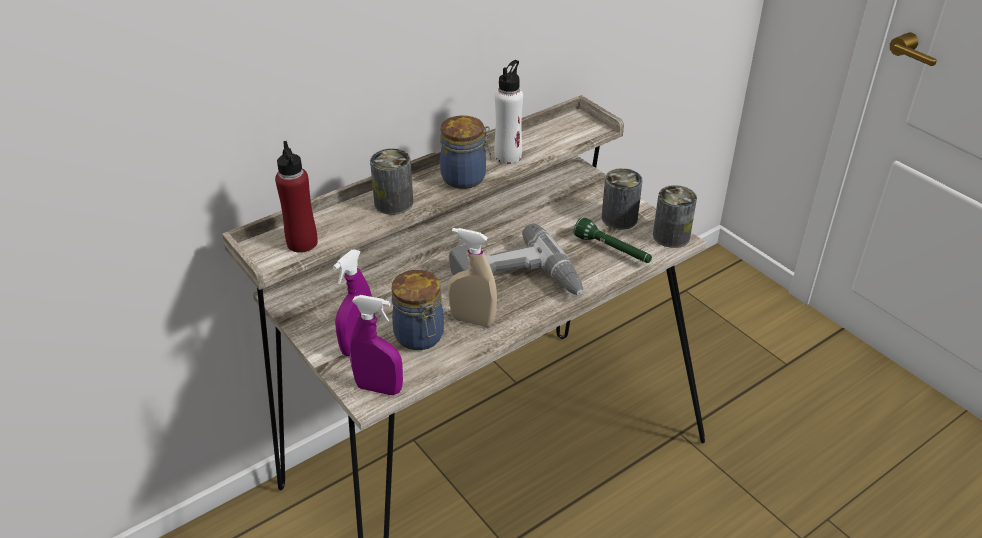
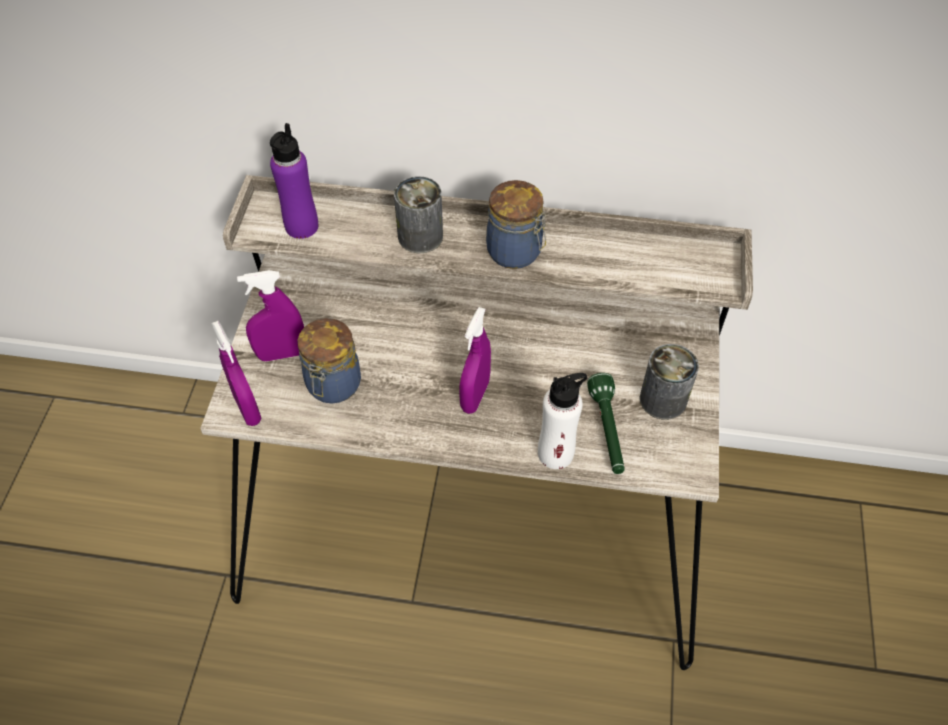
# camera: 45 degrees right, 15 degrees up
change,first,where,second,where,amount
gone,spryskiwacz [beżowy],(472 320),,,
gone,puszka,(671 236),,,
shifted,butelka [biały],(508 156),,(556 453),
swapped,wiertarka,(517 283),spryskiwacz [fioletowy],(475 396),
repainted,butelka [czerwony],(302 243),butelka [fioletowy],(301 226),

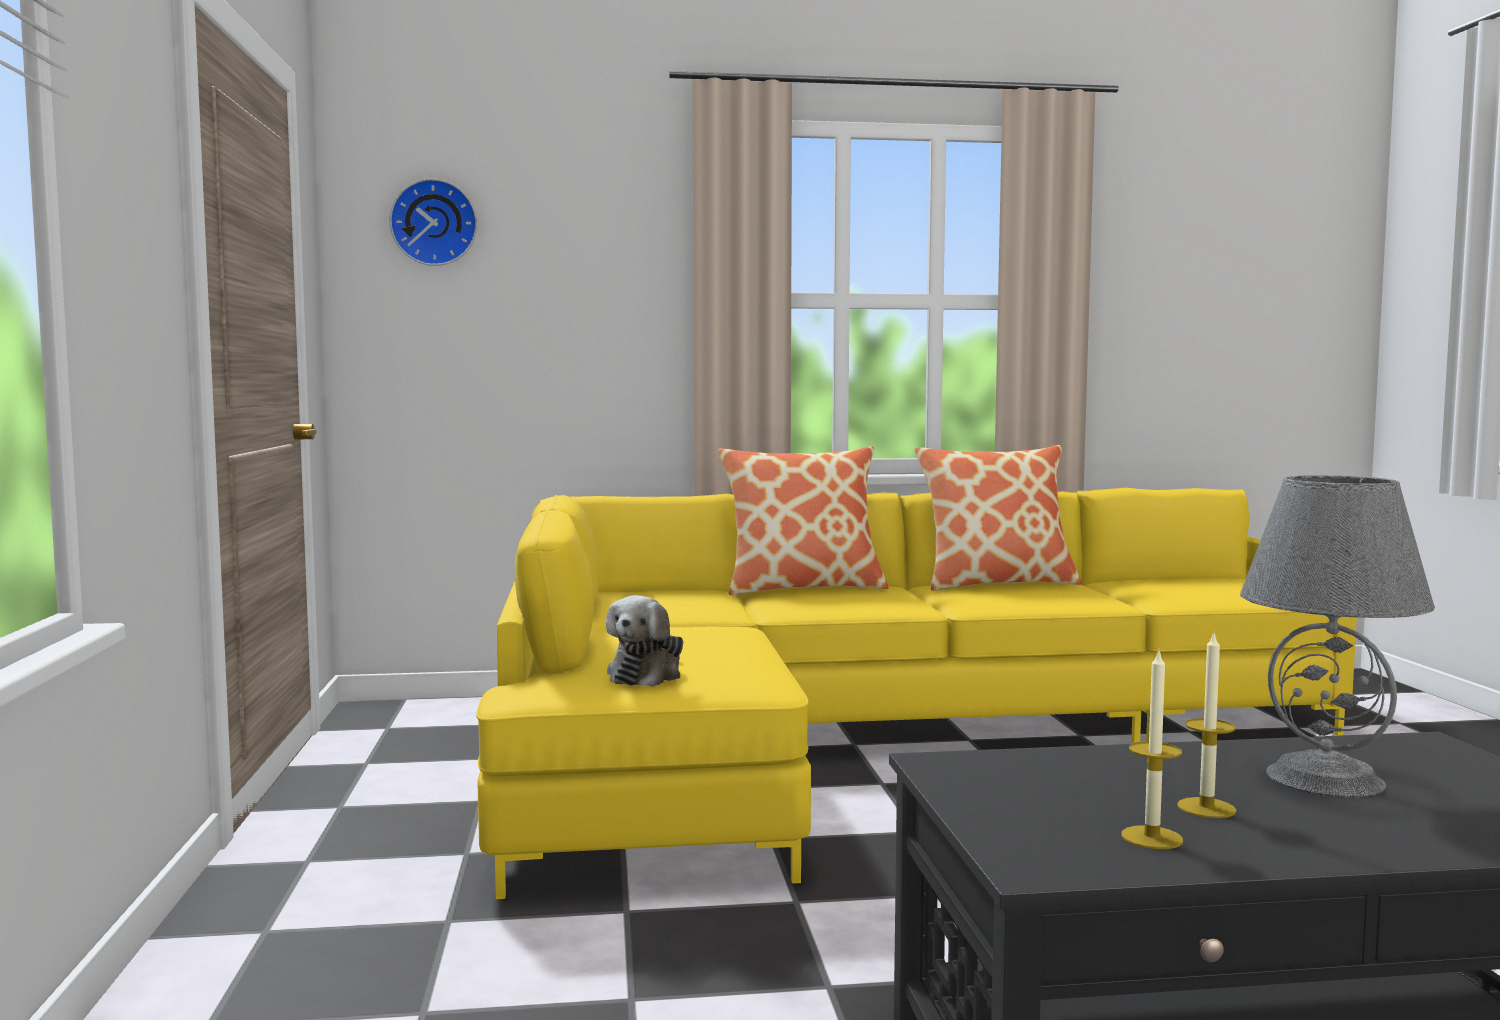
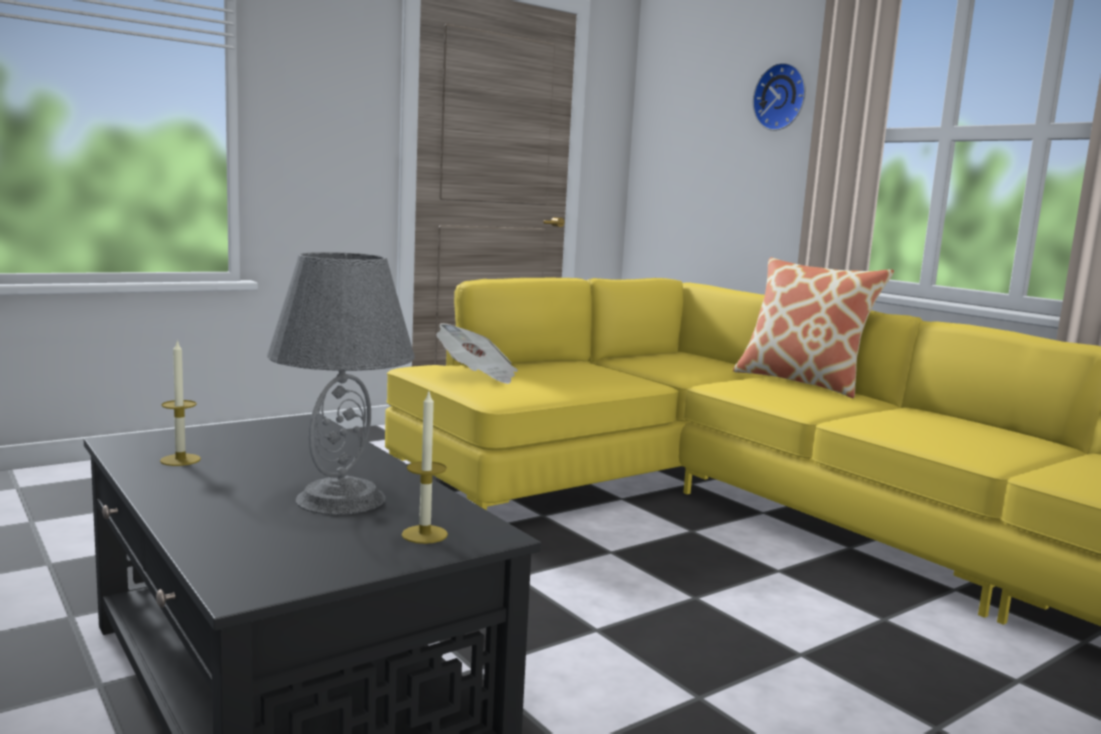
# camera: 60 degrees right, 5 degrees up
change,first,where,second,where,amount
gone,poduszka,(996 583),,,
shifted,zegar ścienny,(434 223),,(782 97),
shifted,świeca,(1206 808),,(424 534),
swapped,pluszak,(647 674),gazeta,(477 376),

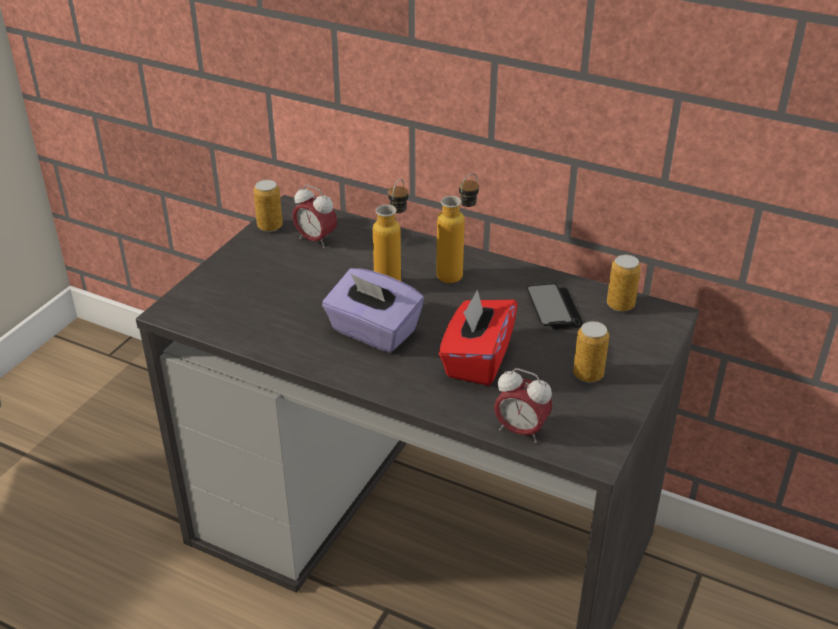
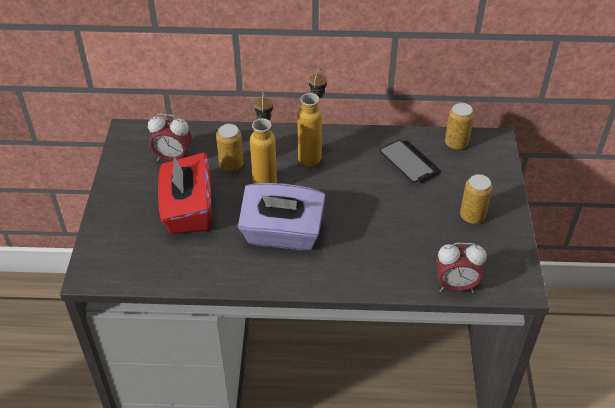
# camera: 25 degrees left, 10 degrees up
change,first,where,second,where,amount
shifted,puszka,(270 226),,(231 164),
shifted,pudełko chusteczek [czerwony],(477 360),,(188 210),

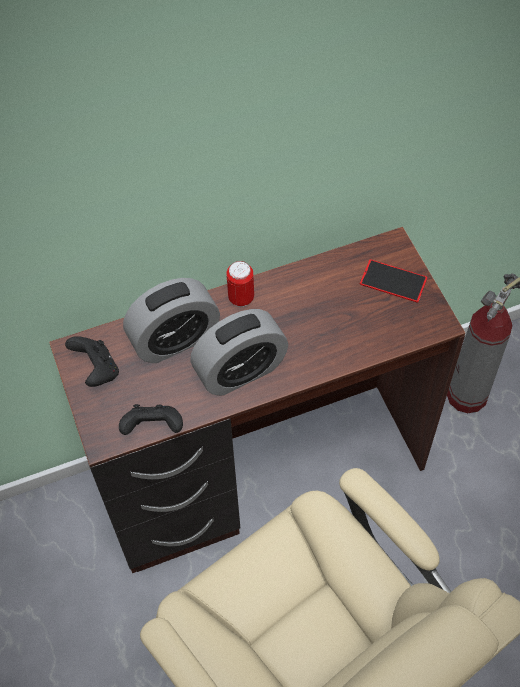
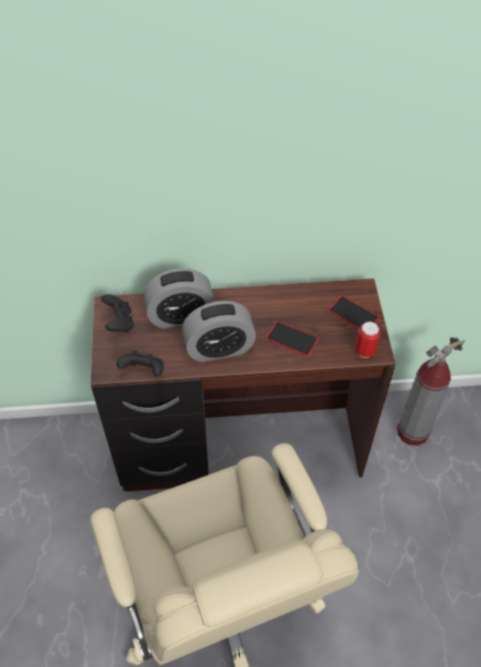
# camera: 15 degrees right, 5 degrees down
change,first,where,second,where,amount
new,,,telefon,(292 338),
shifted,puszka,(241 298),,(365 351),

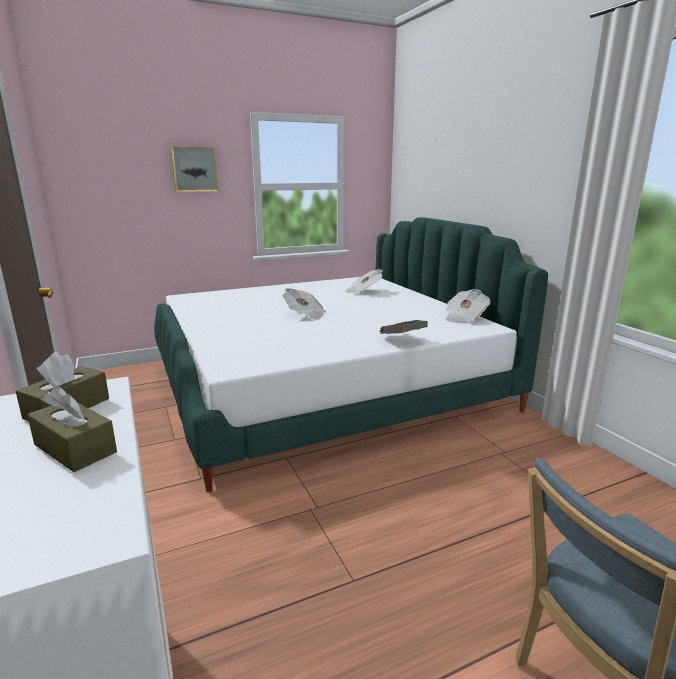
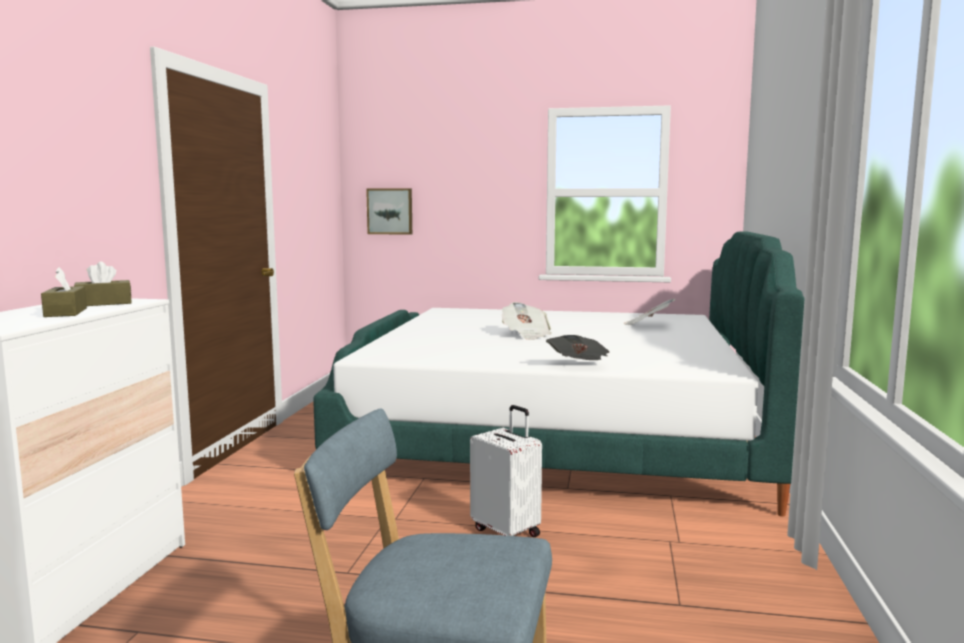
# camera: 35 degrees right, 10 degrees down
change,first,where,second,where,amount
gone,gazeta,(464 318),,,
new,,,walizka [biały],(507 531),
shifted,obraz,(194 169),,(390 211),

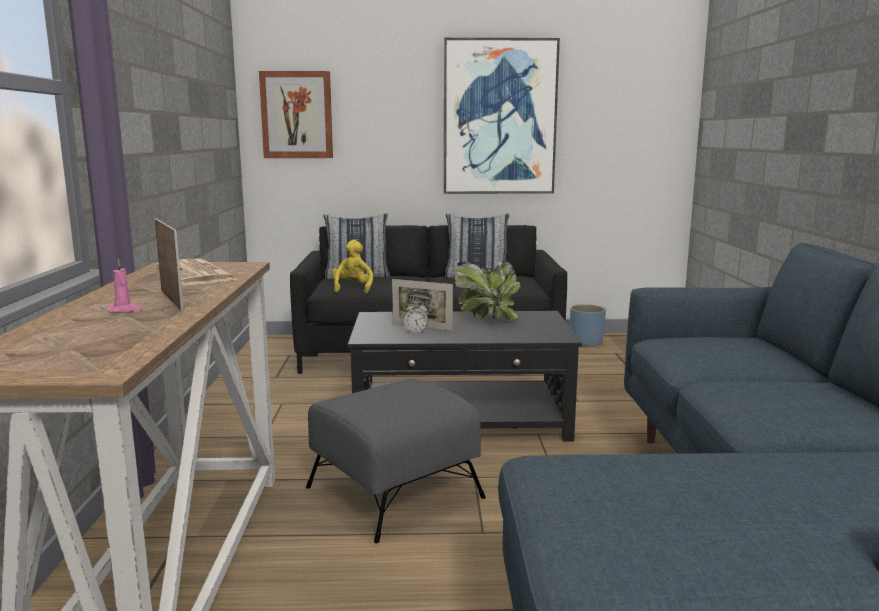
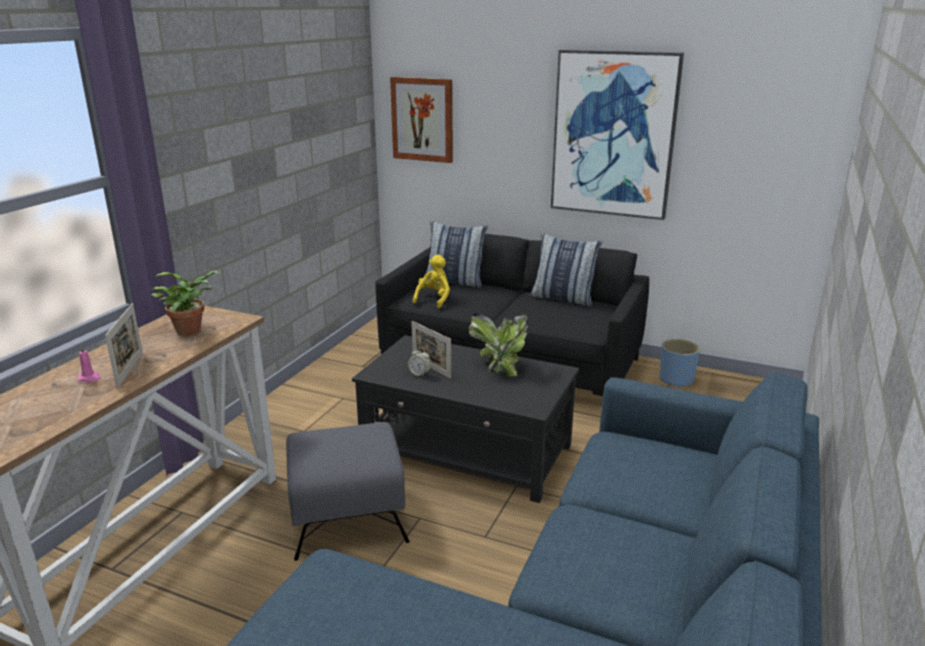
# camera: 25 degrees right, 10 degrees up
change,first,where,second,where,amount
swapped,gazeta,(197 274),roślina doniczkowa,(192 330),

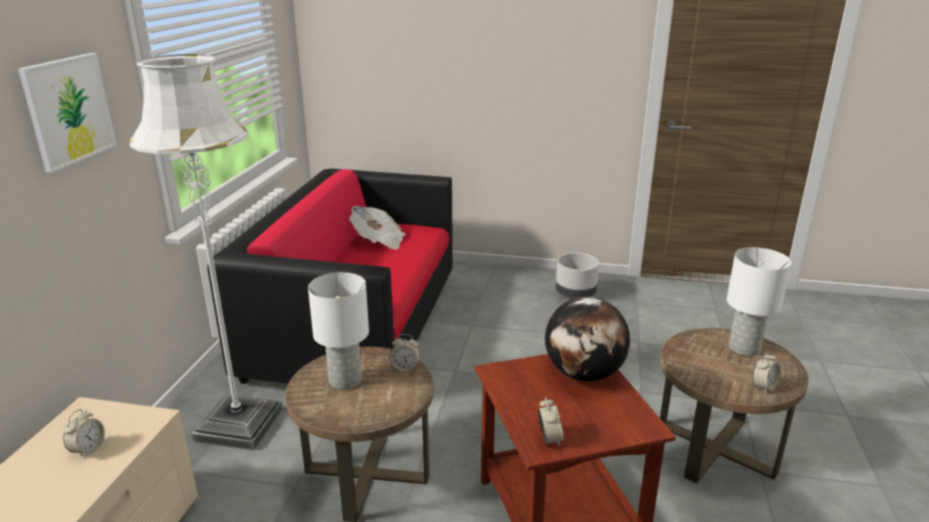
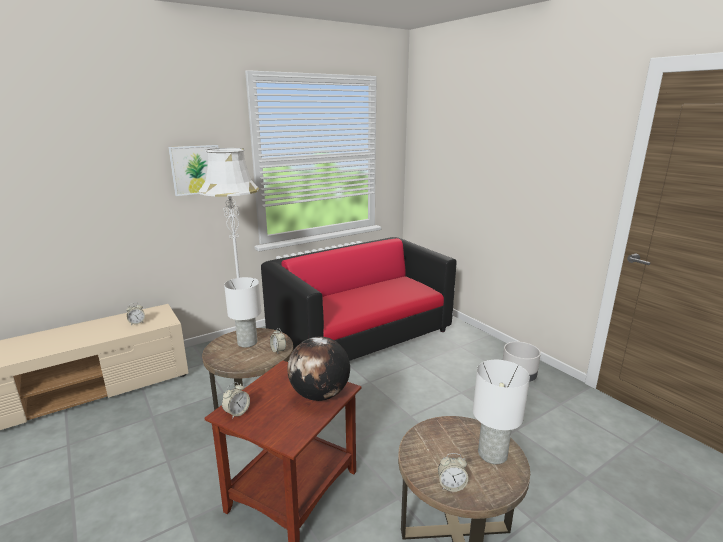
# camera: 45 degrees right, 5 degrees down
change,first,where,second,where,amount
gone,gazeta,(378 241),,,

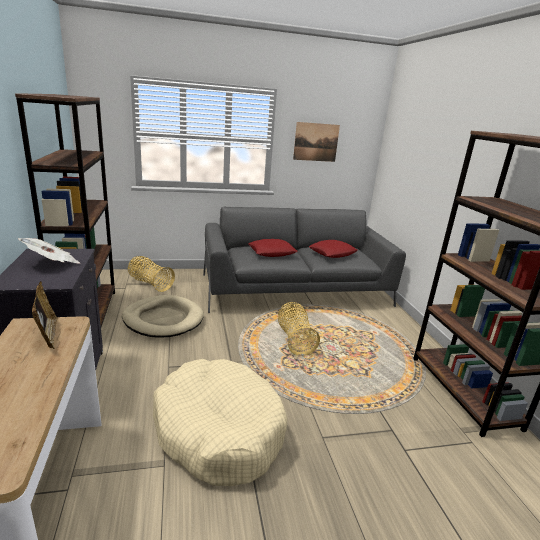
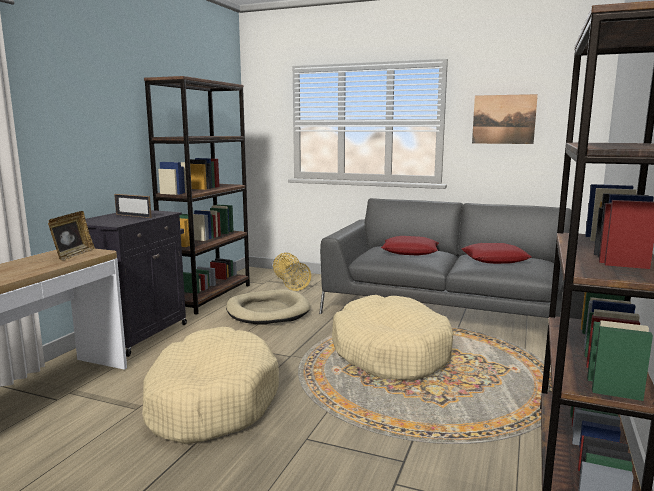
# camera: 35 degrees right, 10 degrees down
change,first,where,second,where,amount
swapped,gazeta,(53 263),ramka na zdjęcie,(133 216),
swapped,koszyk,(295 339),legowisko [beżowy],(390 353),

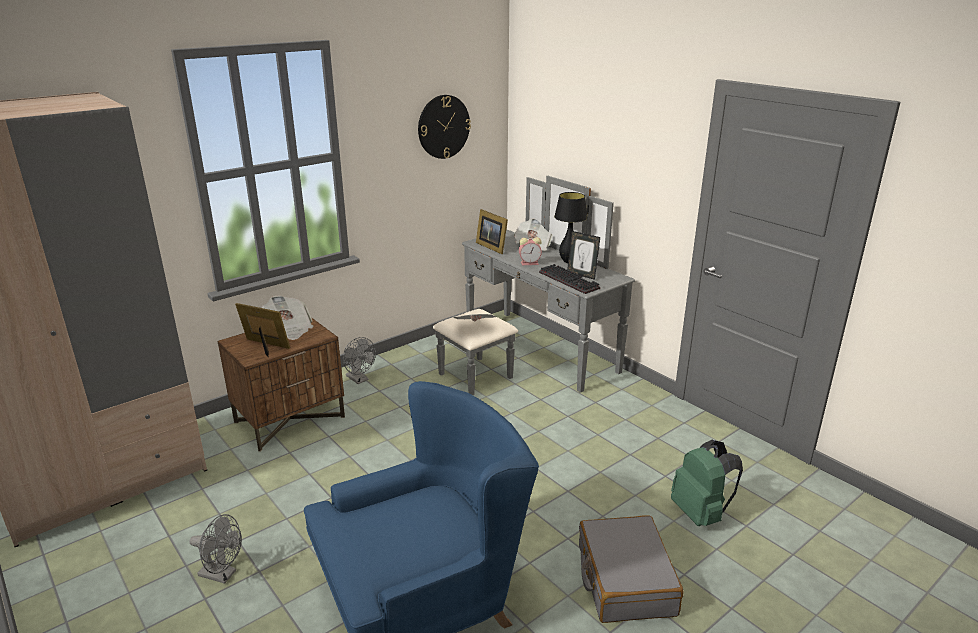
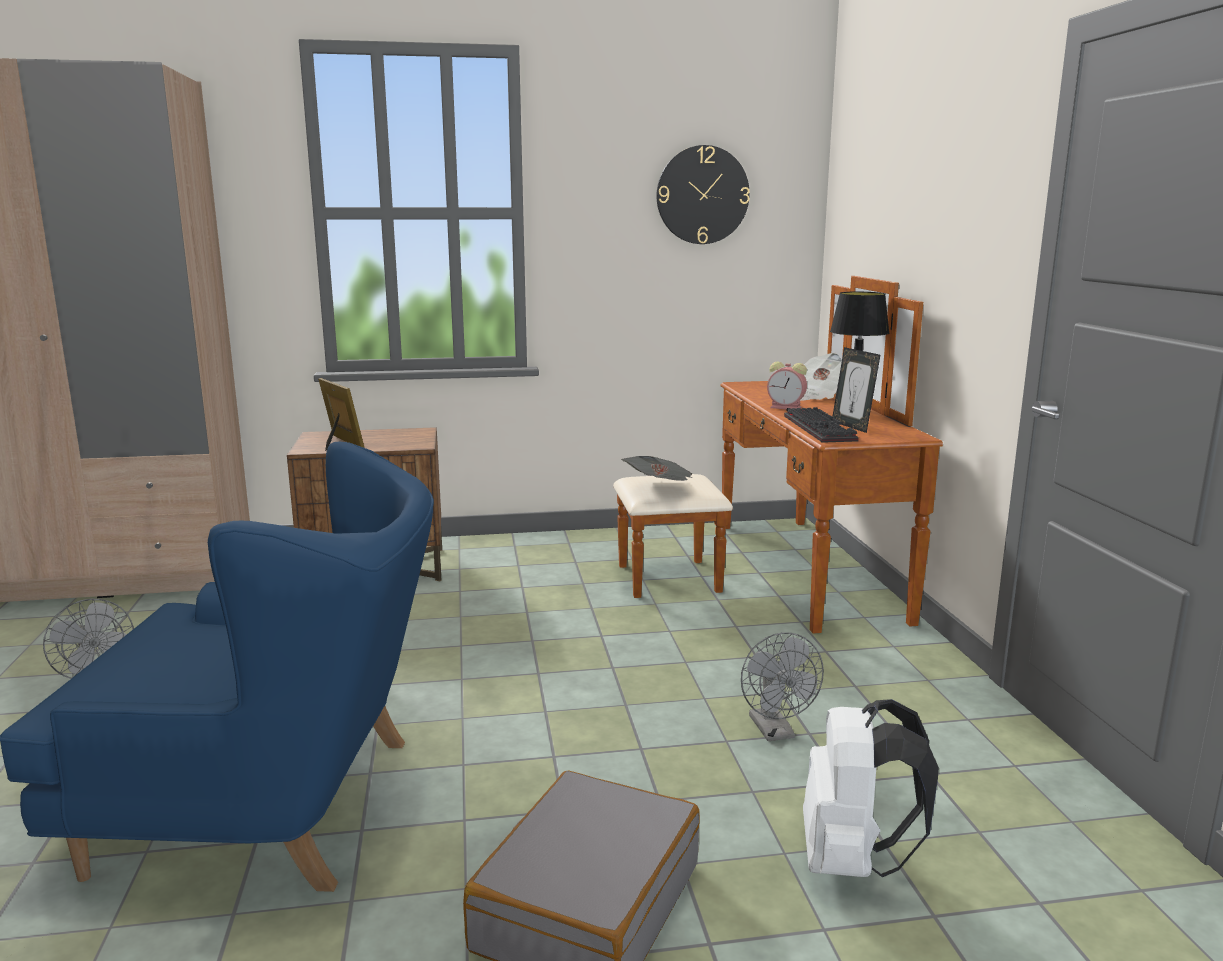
# camera: 30 degrees right, 10 degrees down
change,first,where,second,where,amount
gone,gazeta,(289 329),,,
gone,ramka na zdjęcie,(492 246),,,
shifted,wentylator [szary],(359 379),,(775 732),
repainted,komoda [szary],(526 355),komoda [brązowy],(775 572),
repainted,plecak [zielony],(700 513),plecak [biały],(852 861),

